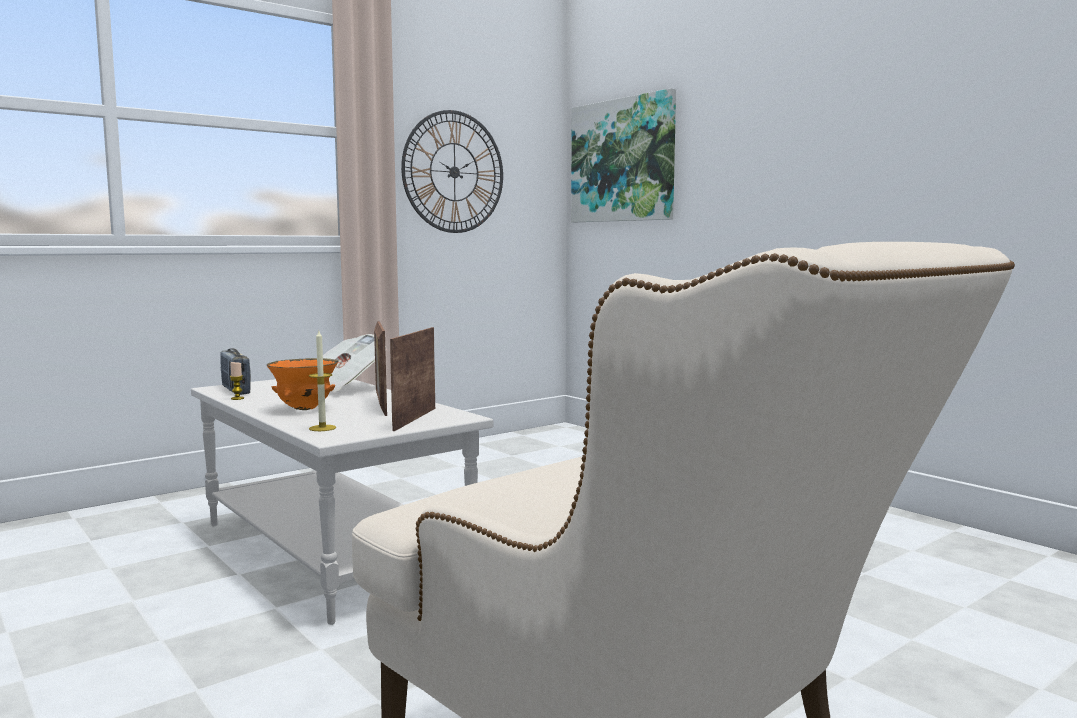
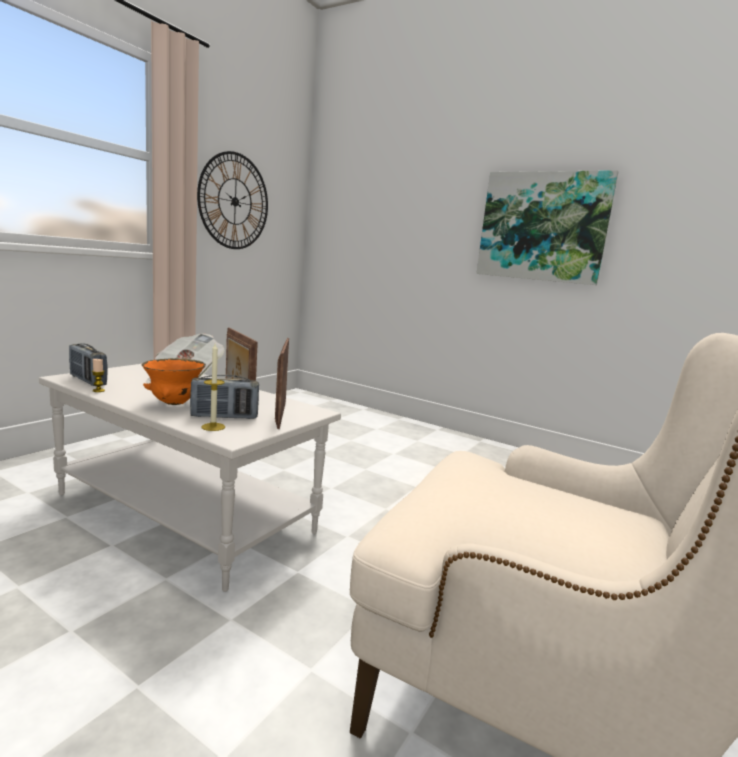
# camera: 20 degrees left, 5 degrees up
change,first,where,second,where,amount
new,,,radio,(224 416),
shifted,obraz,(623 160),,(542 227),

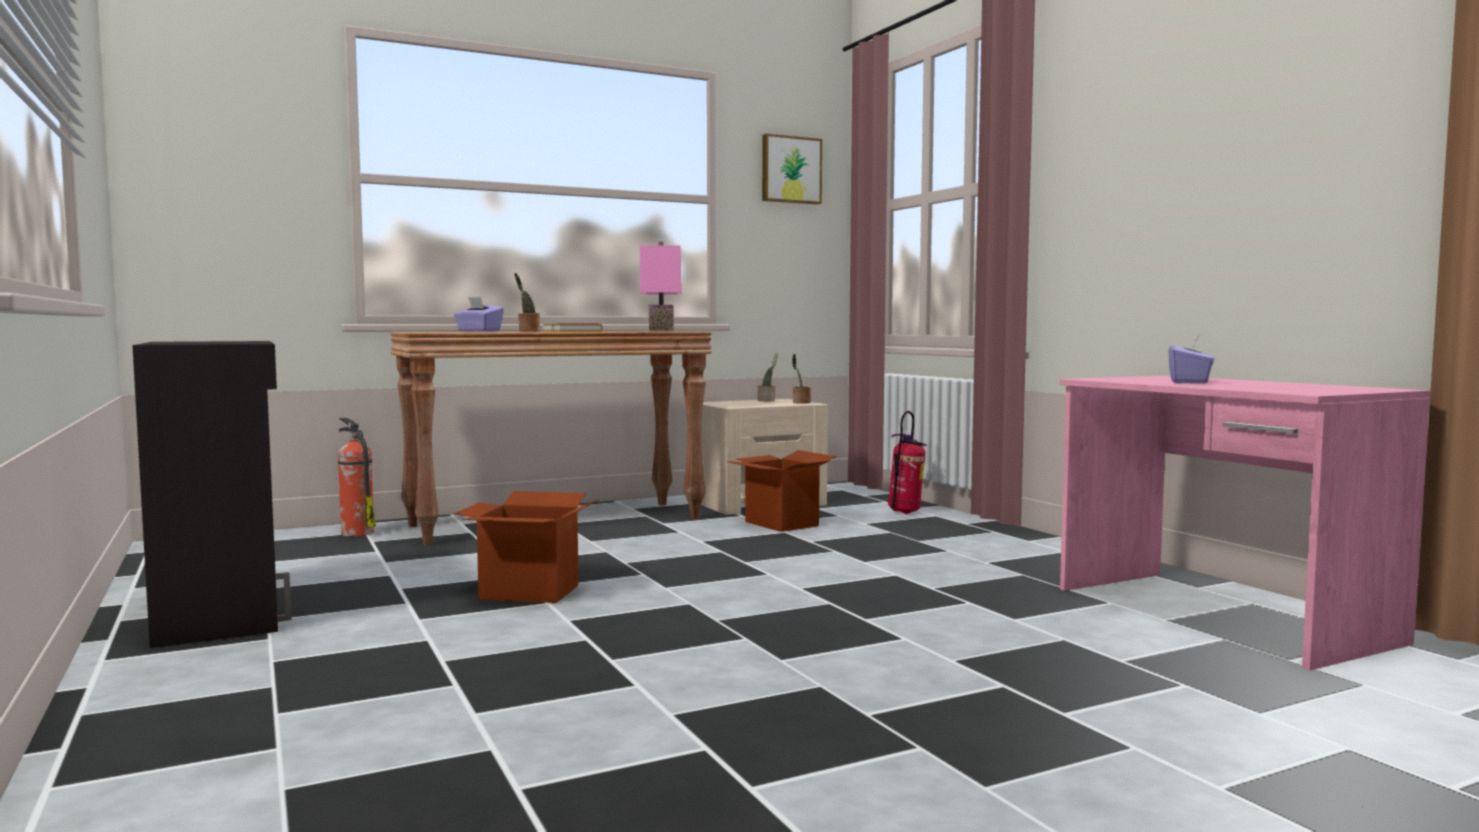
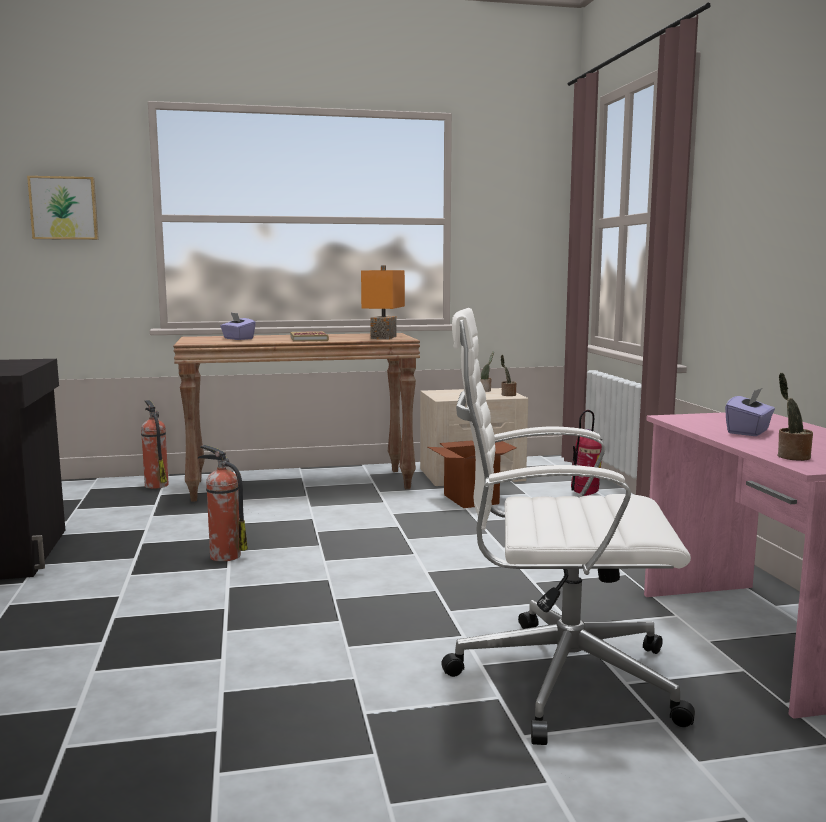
# camera: 15 degrees right, 5 degrees up
change,first,where,second,where,amount
new,,,krzesło biurowe [biały],(558 678),
shifted,roślina doniczkowa,(527 331),,(791 456),
shifted,obraz,(790 170),,(64 208),
swapped,karton,(529 592),gaśnica,(223 556),
repainted,lampa stołowa [różowy],(659 331),lampa stołowa [pomarańczowy],(382 337),

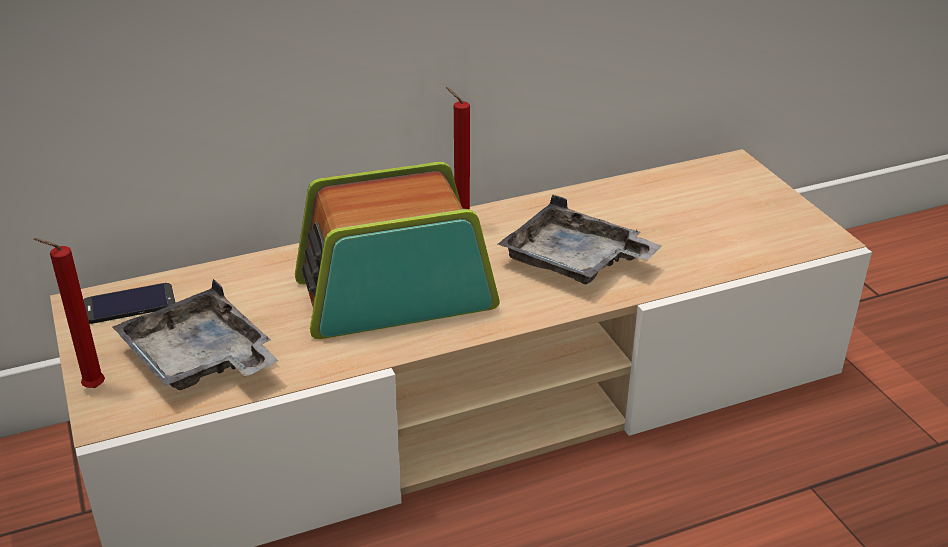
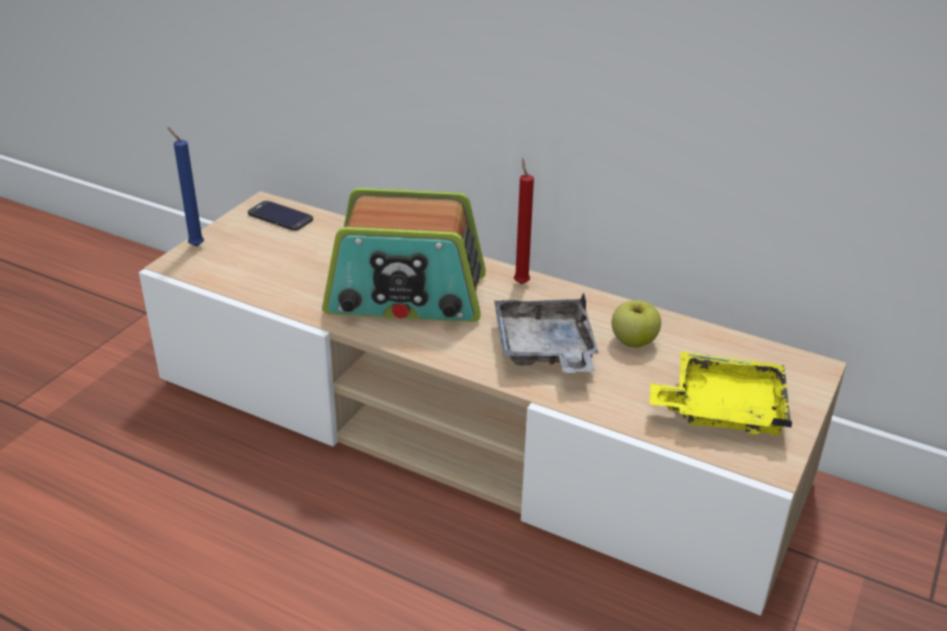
# camera: 50 degrees right, 0 degrees up
change,first,where,second,where,amount
gone,taca [szary],(200 360),,,
new,,,jabłko,(633 341),
new,,,taca [żółty],(722 409),
repainted,świeca [czerwony],(90 388),świeca [niebieski],(194 245),
rotated,radio,(394 294),,(406 296),150 degrees clockwise

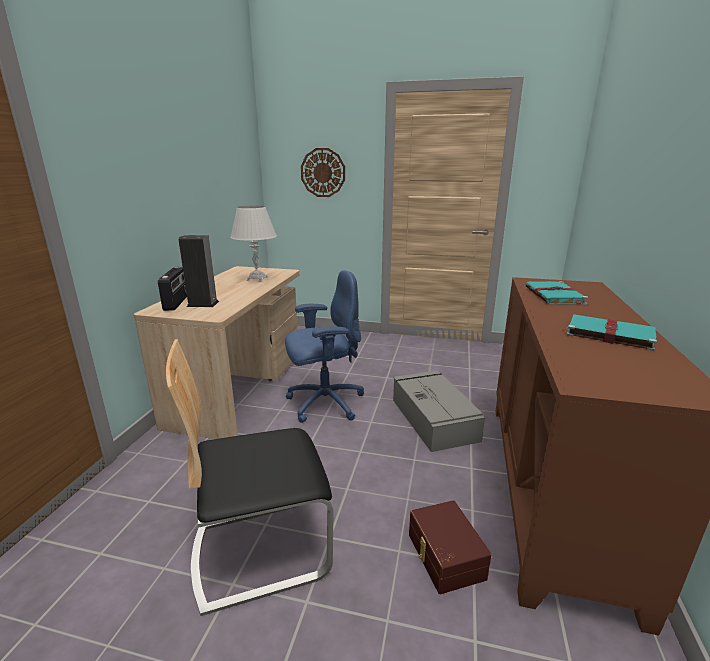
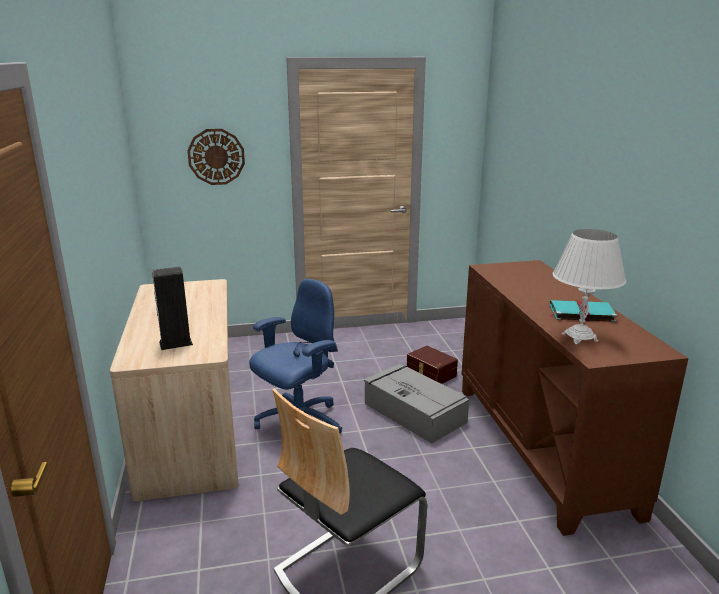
# camera: 25 degrees left, 0 degrees up
change,first,where,second,where,amount
gone,radio,(177 302),,,
gone,książka [turkusowy],(554 296),,,
shifted,lampa stołowa [biały],(257 279),,(579 337),
shifted,pojemnik do przechowywania [brązowy],(444 556),,(430 374),

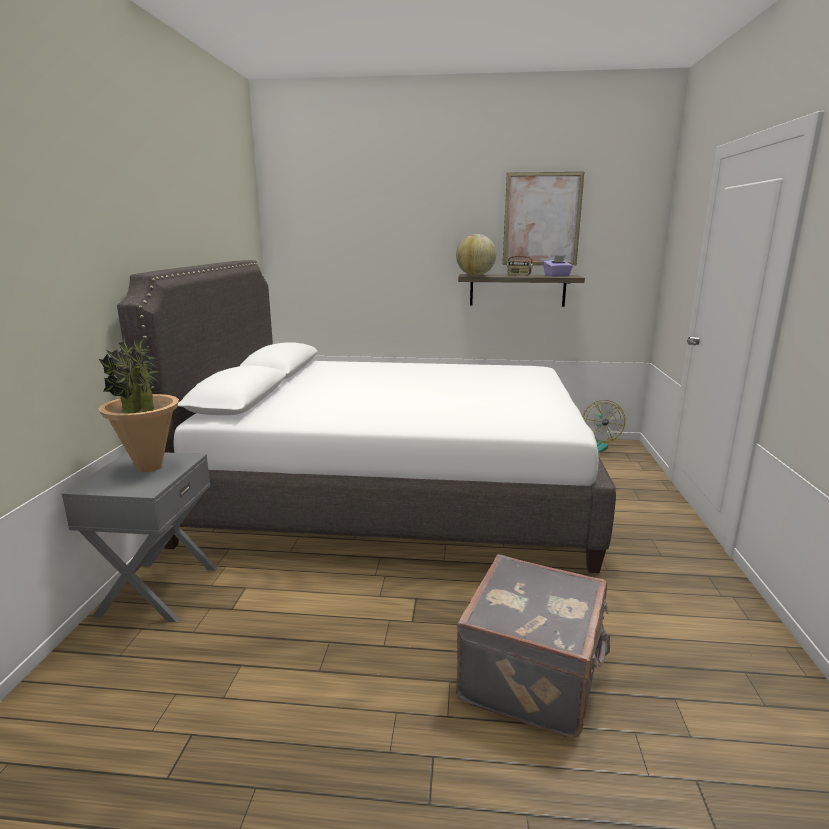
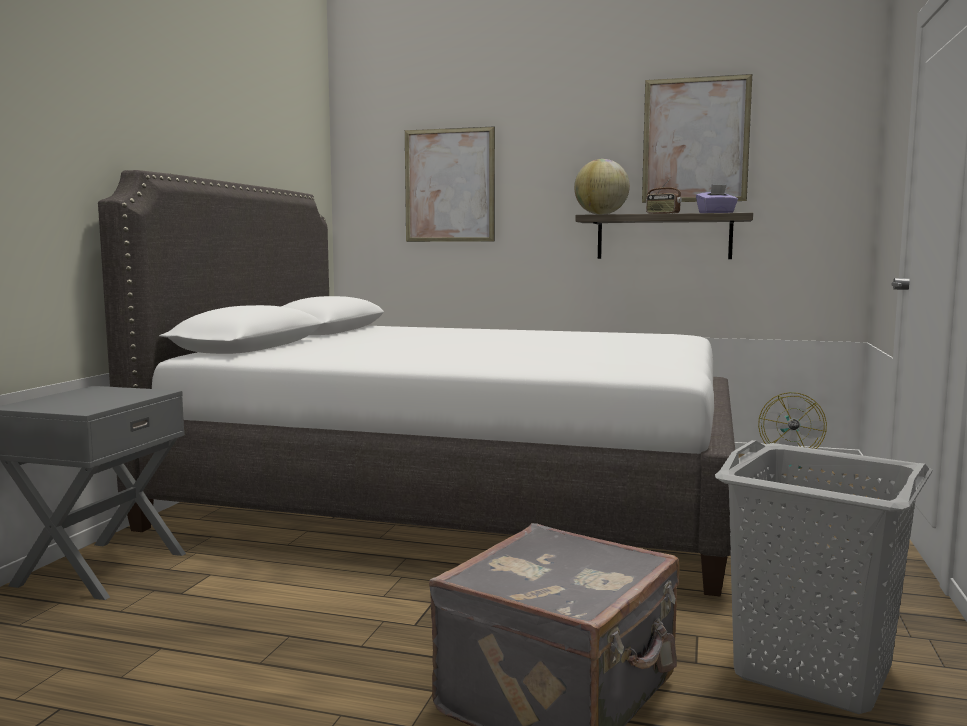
# camera: 10 degrees right, 10 degrees down
change,first,where,second,where,amount
gone,roślina doniczkowa,(149 468),,,
new,,,obraz,(449 185),
new,,,kosz na pranie [szary],(813 671),

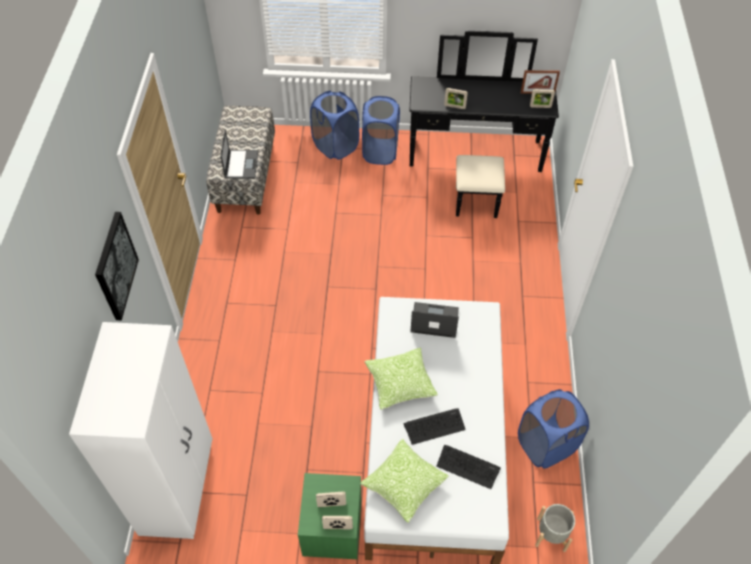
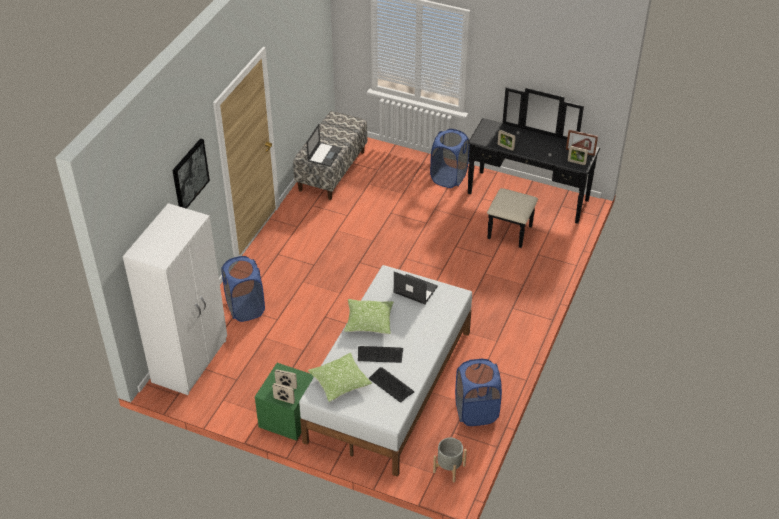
# camera: 20 degrees right, 10 degrees down
change,first,where,second,where,amount
shifted,kosz na pranie [niebieski],(335 146),,(245 308),

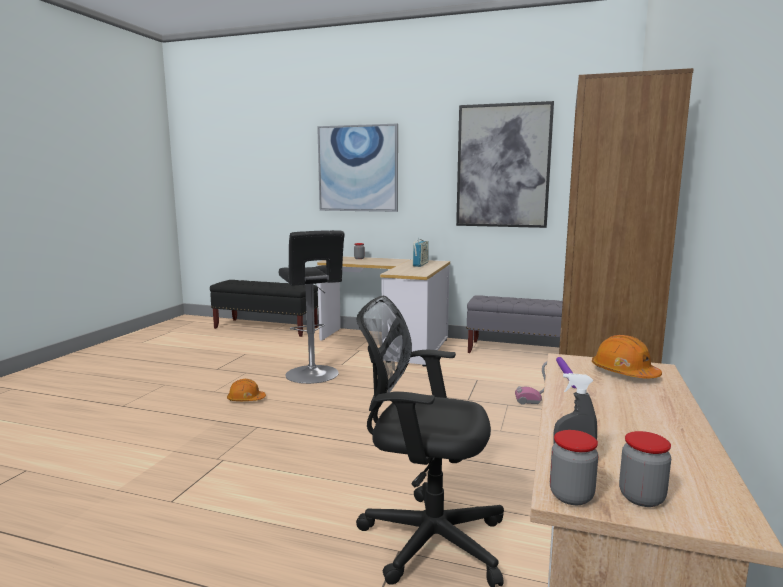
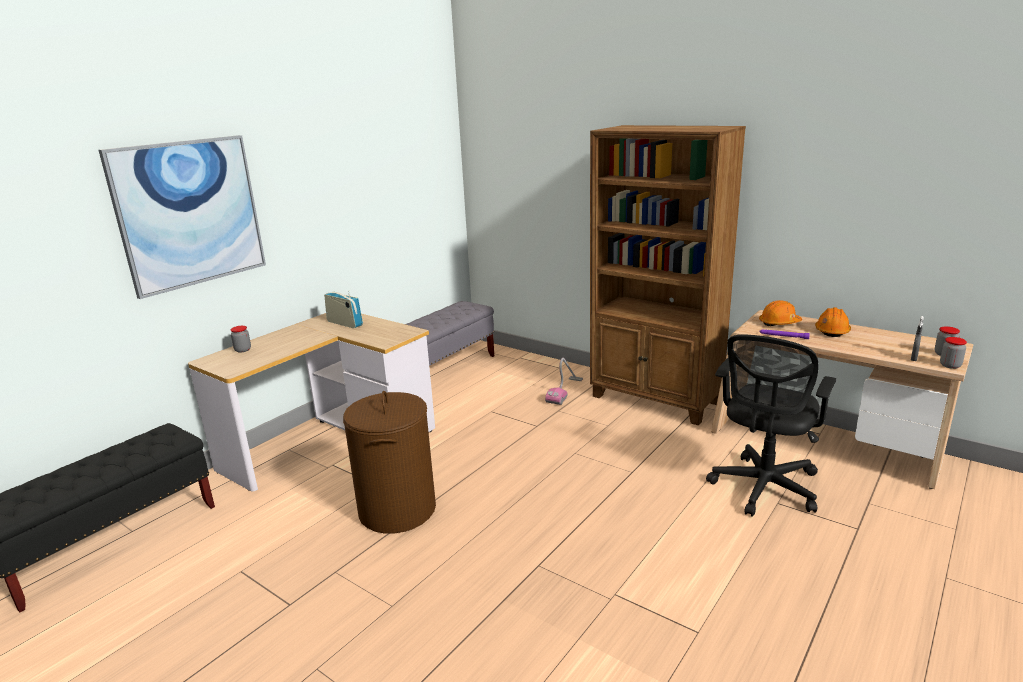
# camera: 70 degrees left, 10 degrees up
change,first,where,second,where,amount
gone,obraz,(503 166),,,
shifted,kask [pomarańczowy],(246 399),,(832 331),
swapped,stołek [czarny],(313 375),kosz na pranie [brązowy],(398 510),

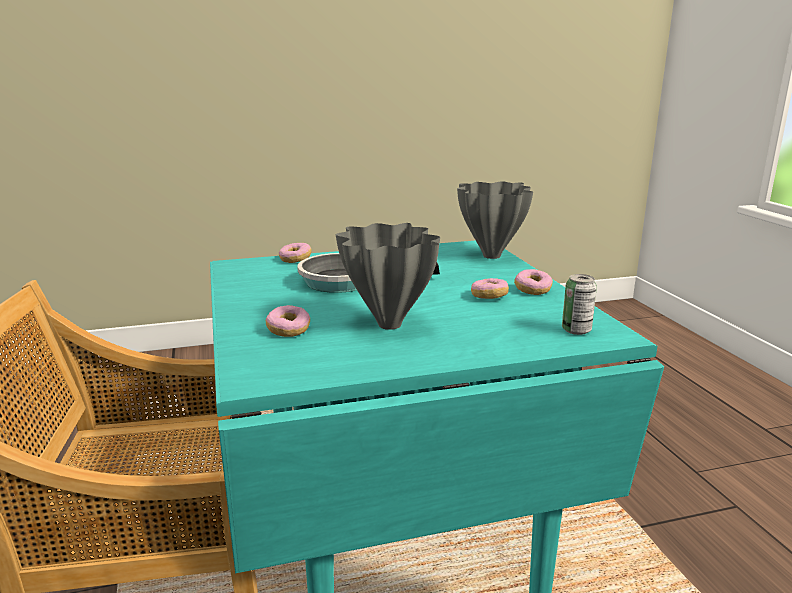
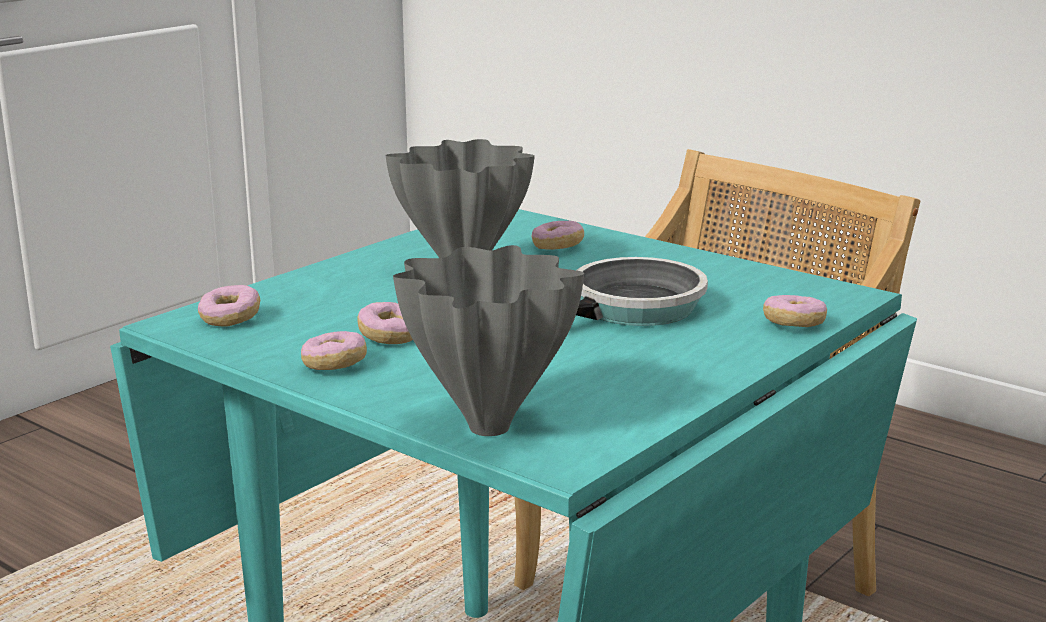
# camera: 145 degrees right, 0 degrees up
change,first,where,second,where,amount
swapped,puszka,(576 330),donut,(230 319),

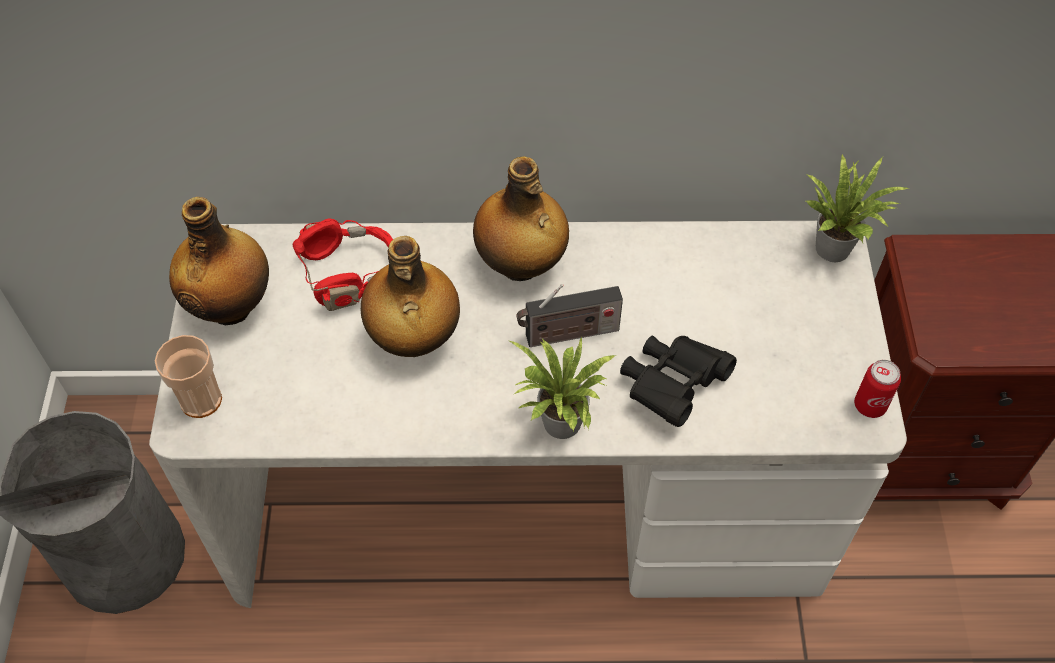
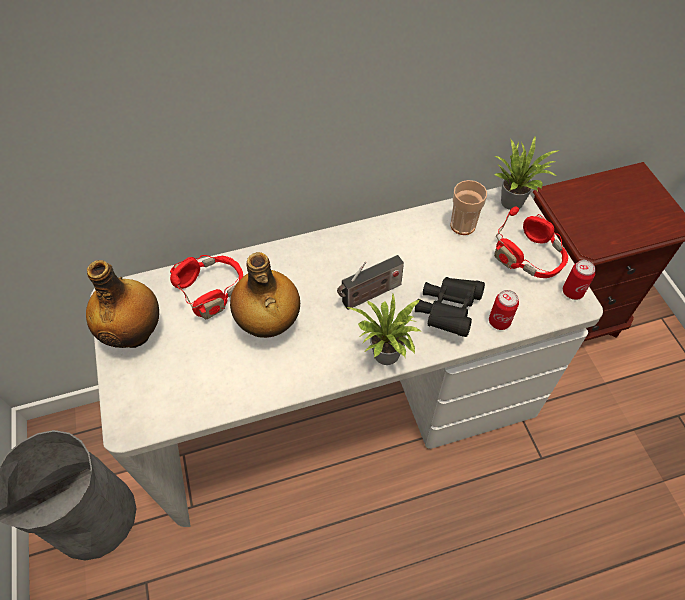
# camera: 15 degrees left, 0 degrees up
change,first,where,second,where,amount
gone,butelka,(520 265),,,
new,,,puszka,(499 321),
new,,,słuchawki [czerwony],(530 258),
shifted,filiżanka,(201 400),,(463 225),

